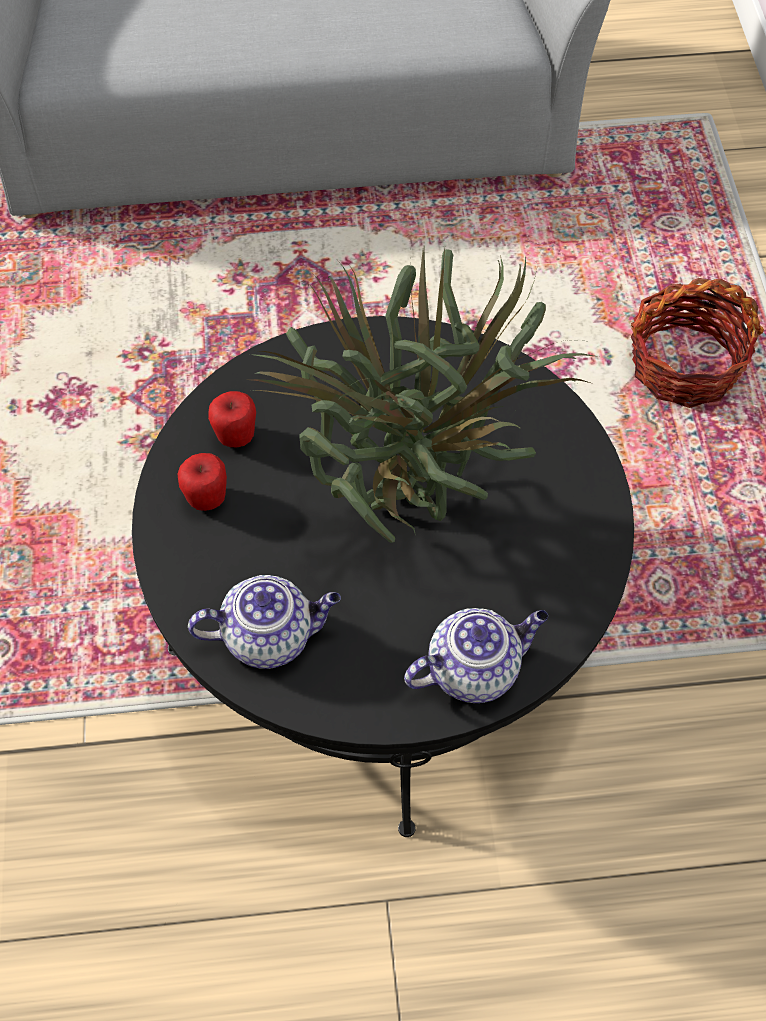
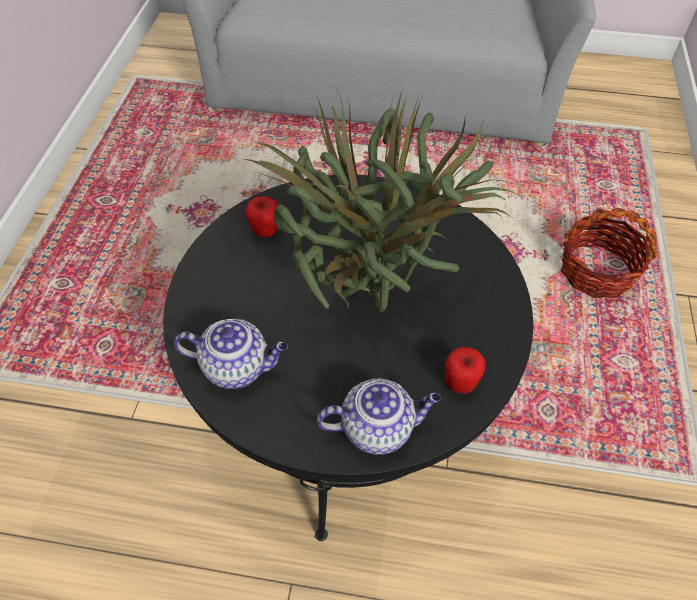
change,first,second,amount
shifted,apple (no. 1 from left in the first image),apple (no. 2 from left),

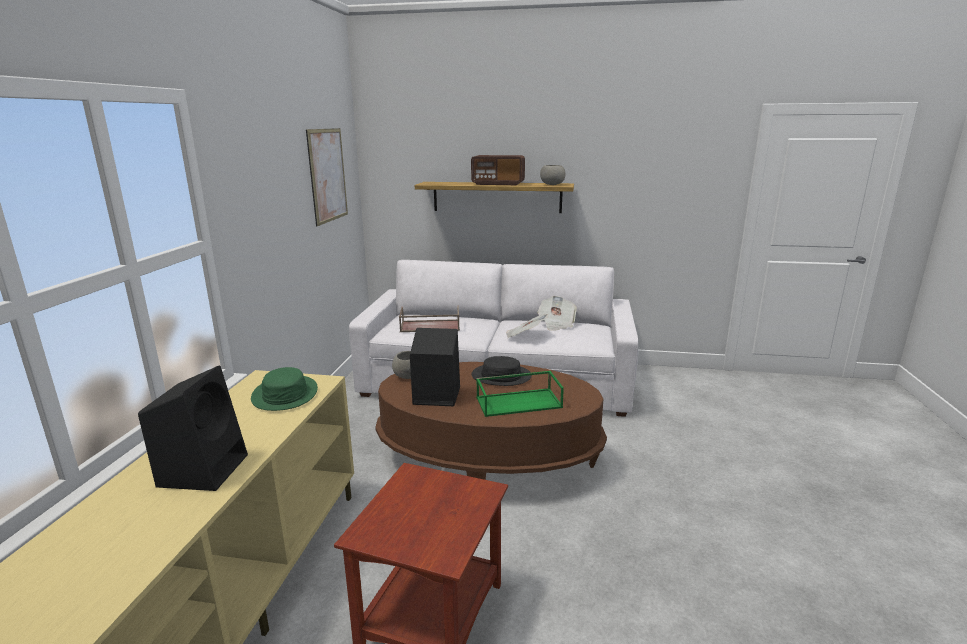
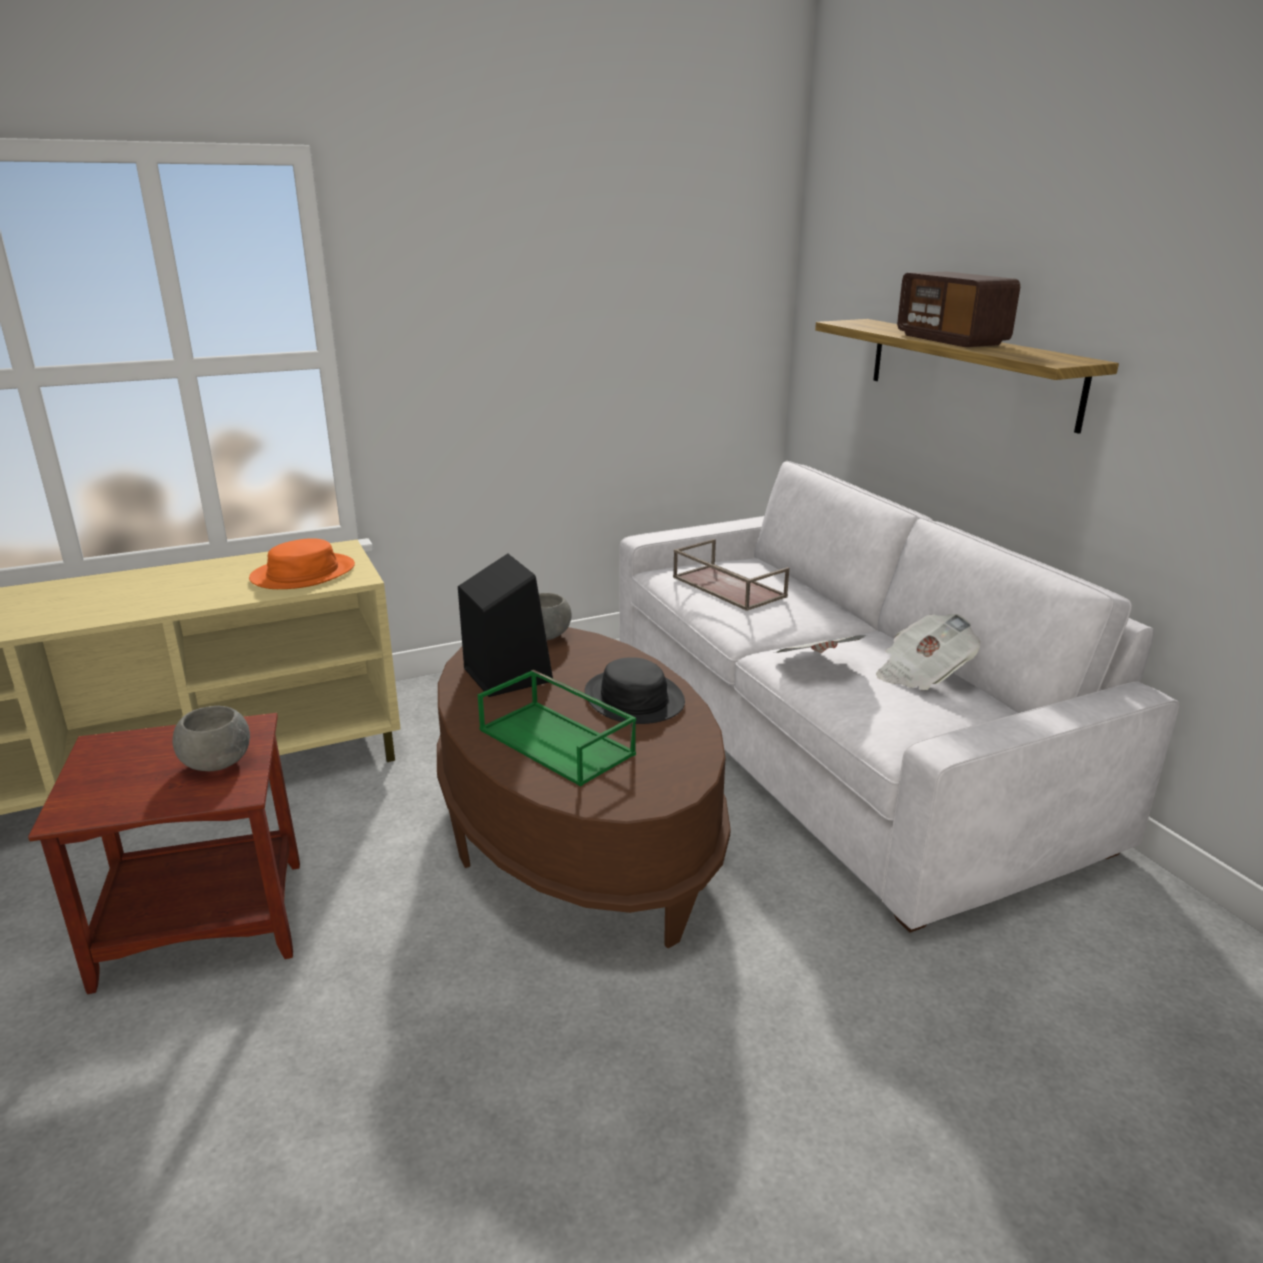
change,first,second,amount
gone,black speaker (no. 1 from left),,
gone,picture,,
shifted,grey bowl (no. 2 from left in the first image),grey bowl (no. 1 from left),
repainted,green hat,orange hat,

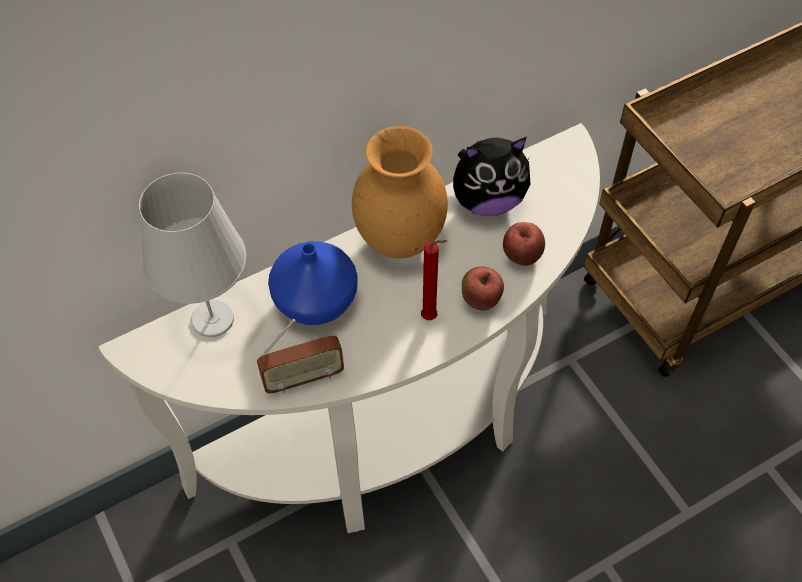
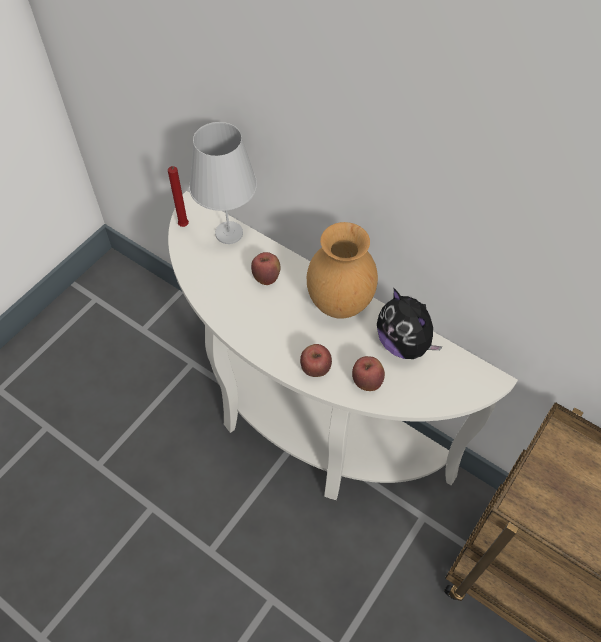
change,first,second,amount
gone,radio,,
shifted,red candle,,
swapped,blue vase,apple (no. 1 from left),

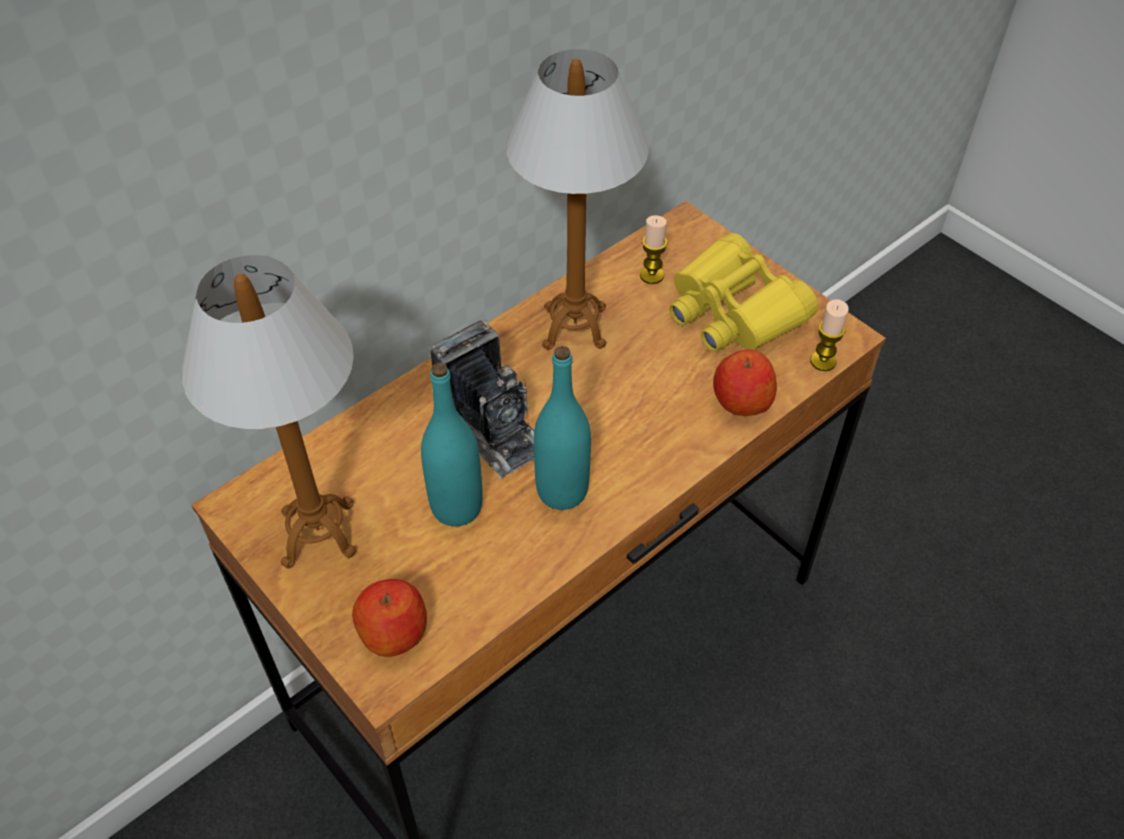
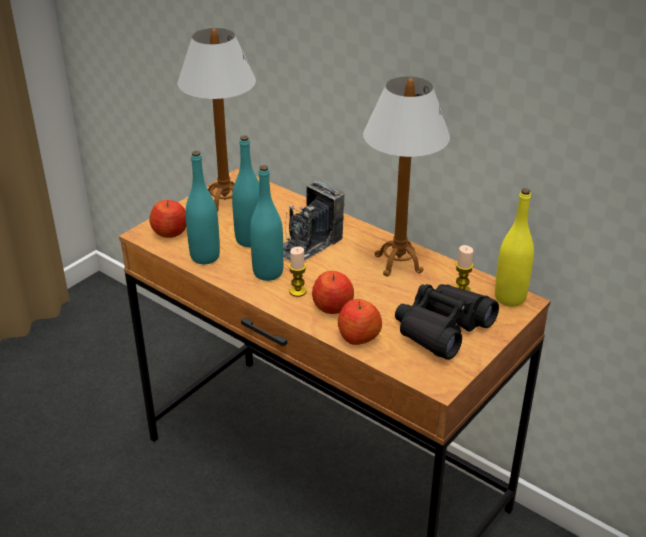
change,first,second,amount
new,,turquoise bottle (no. 1 from left),
new,,apple (no. 2 from left),
new,,yellow bottle,
shifted,candle (no. 2 from left in the first image),candle (no. 1 from left),
repainted,yellow binoculars,black binoculars,

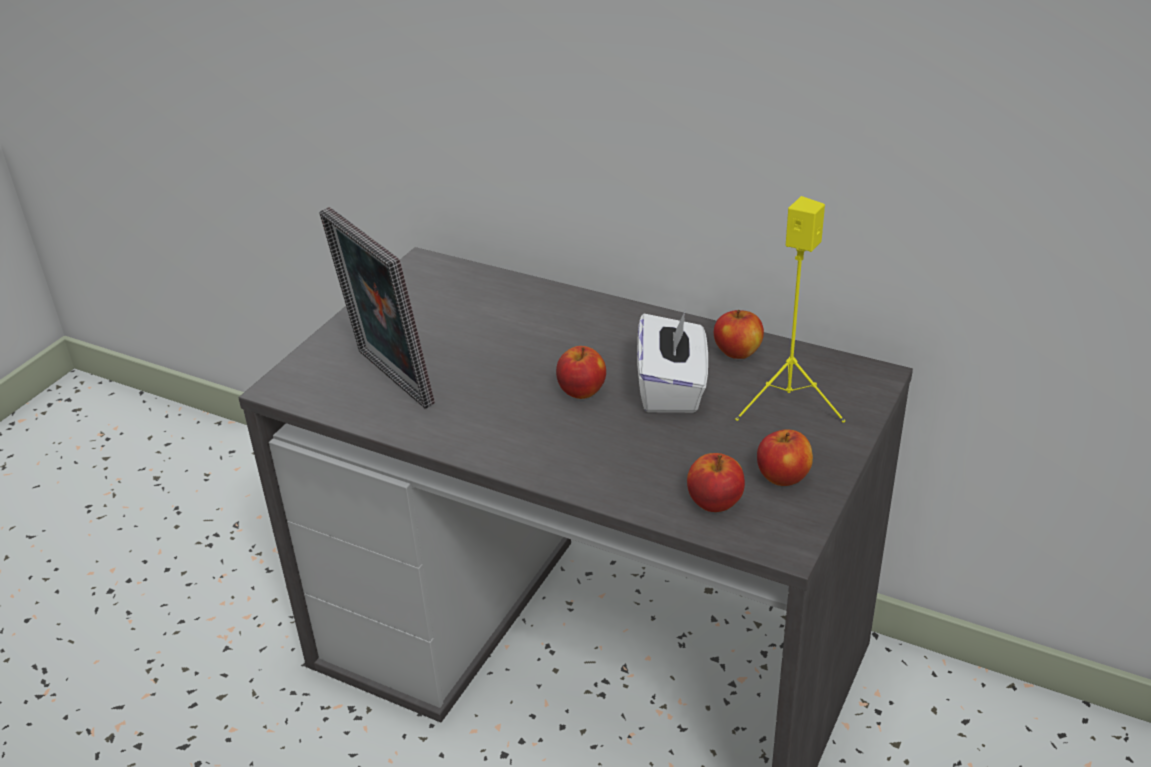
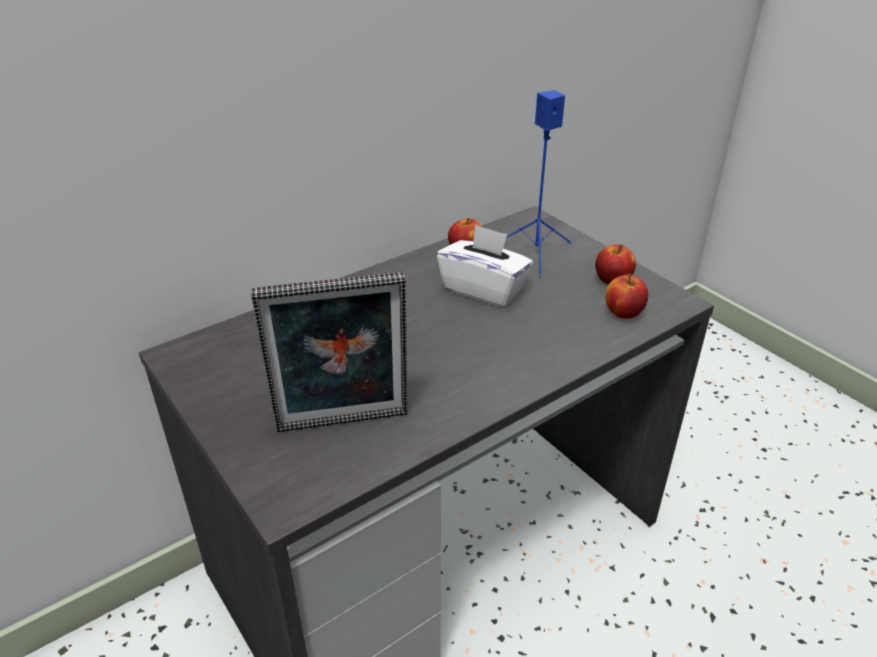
change,first,second,amount
gone,apple (no. 1 from left),,
repainted,yellow speaker,blue speaker,

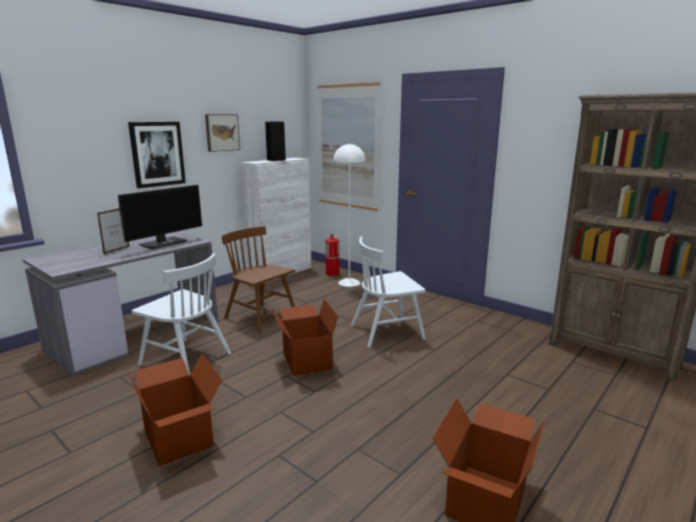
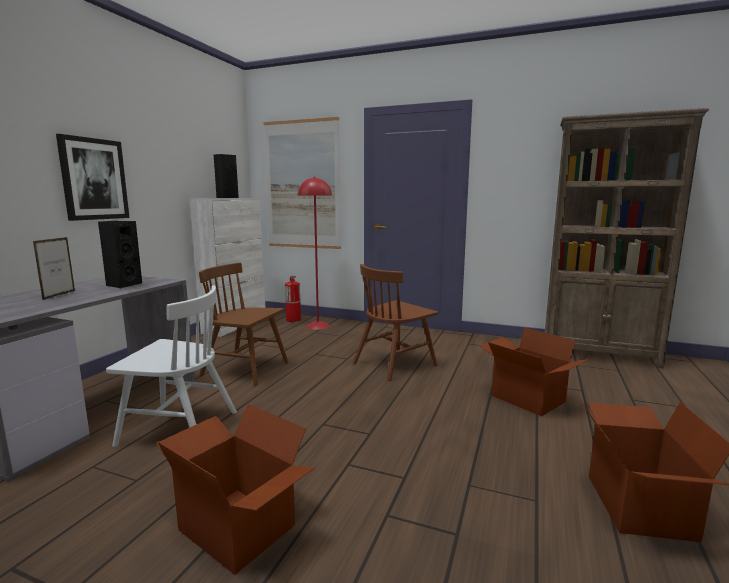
change,first,second,amount
gone,picture (no. 2 from left),,
shifted,cardboard box (no. 2 from left),,
swapped,monitor,black speaker (no. 1 from left),
repainted,white floor lamp,red floor lamp,
repainted,white chair (no. 2 from left),brown chair (no. 2 from left),

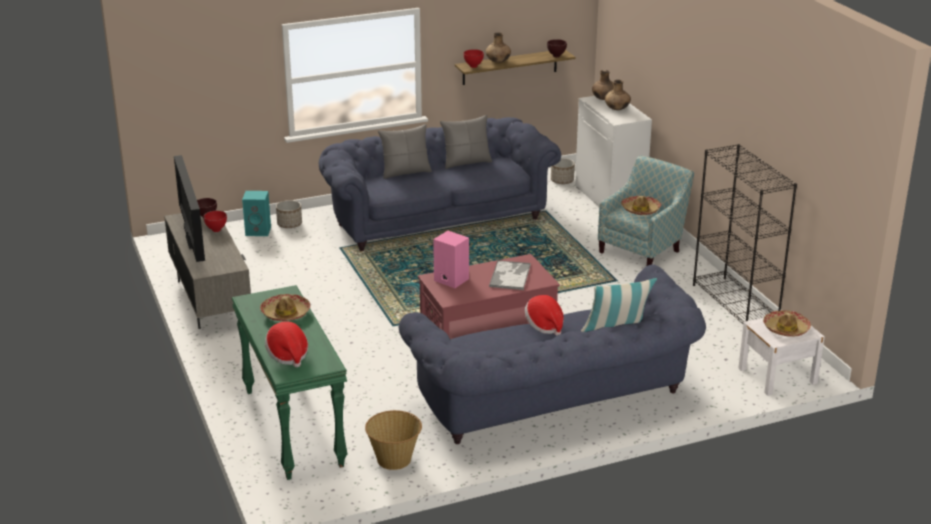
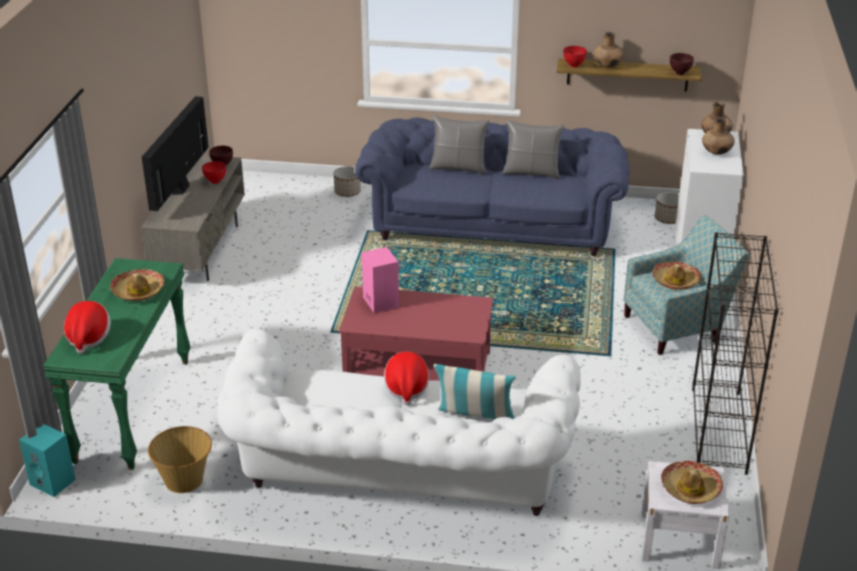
change,first,second,amount
gone,tray,,
shifted,turquoise speaker,,
repainted,blue sofa (no. 2 from left),white sofa,

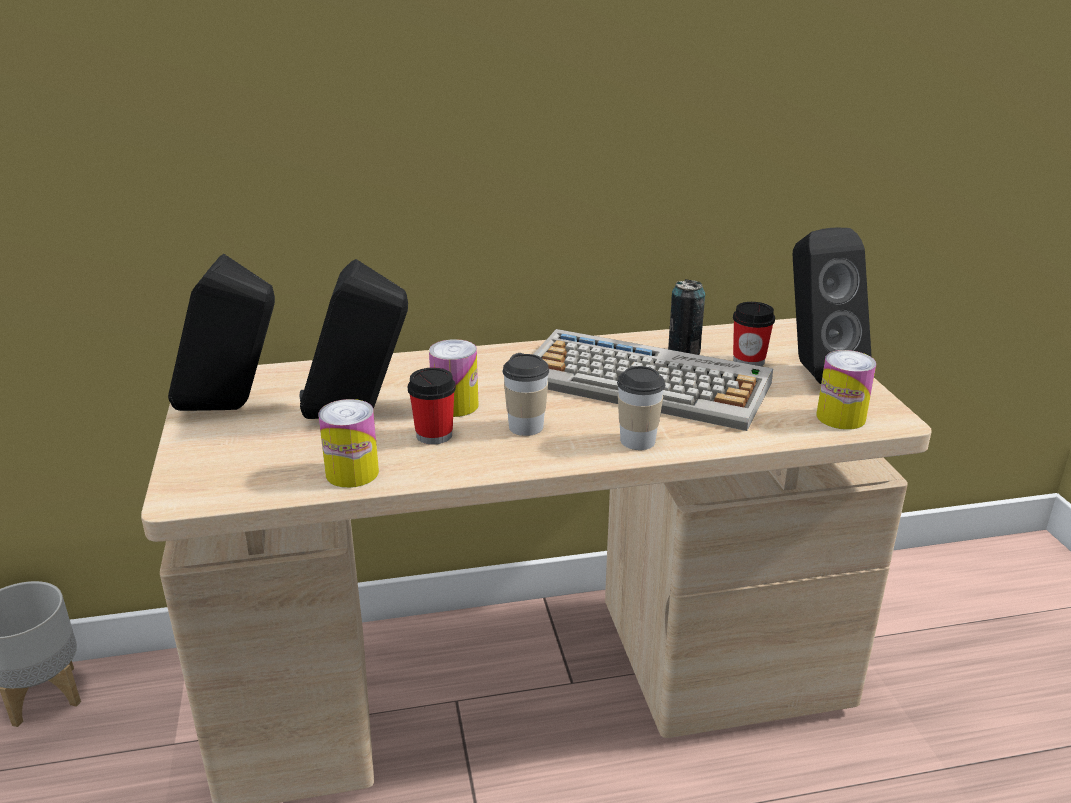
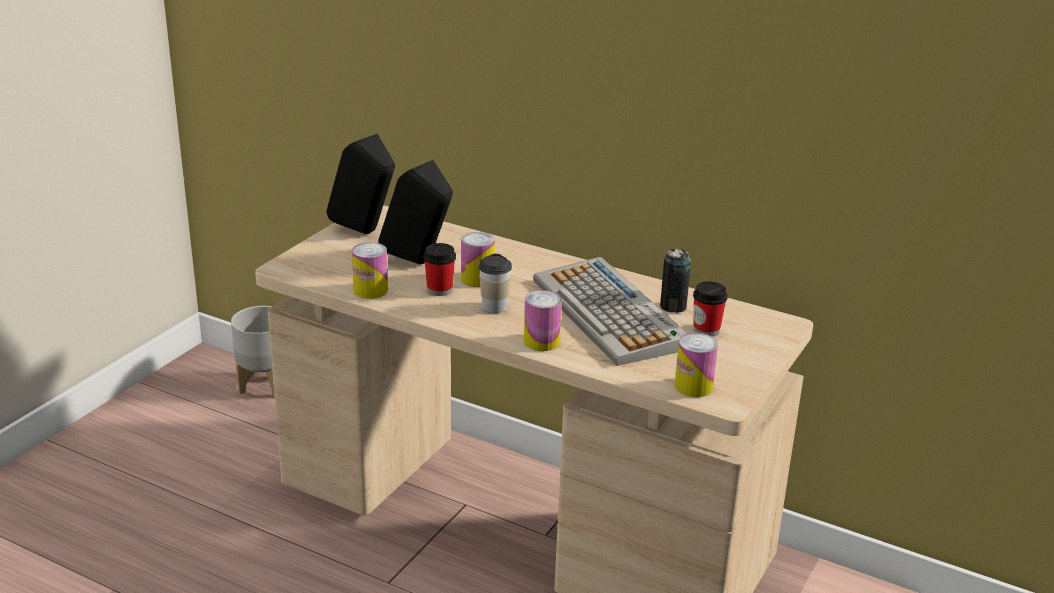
change,first,second,amount
gone,black speaker (no. 3 from left),,
swapped,cup (no. 3 from left),can (no. 3 from left),

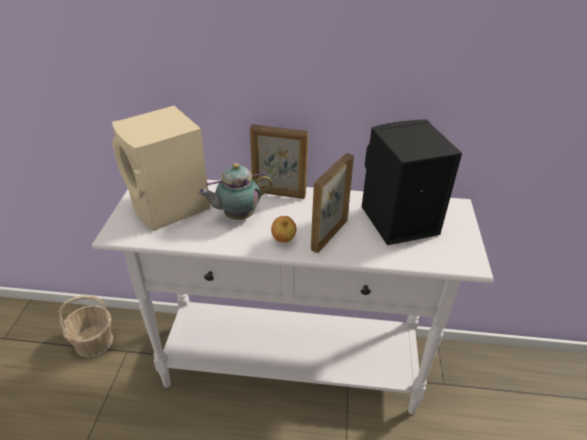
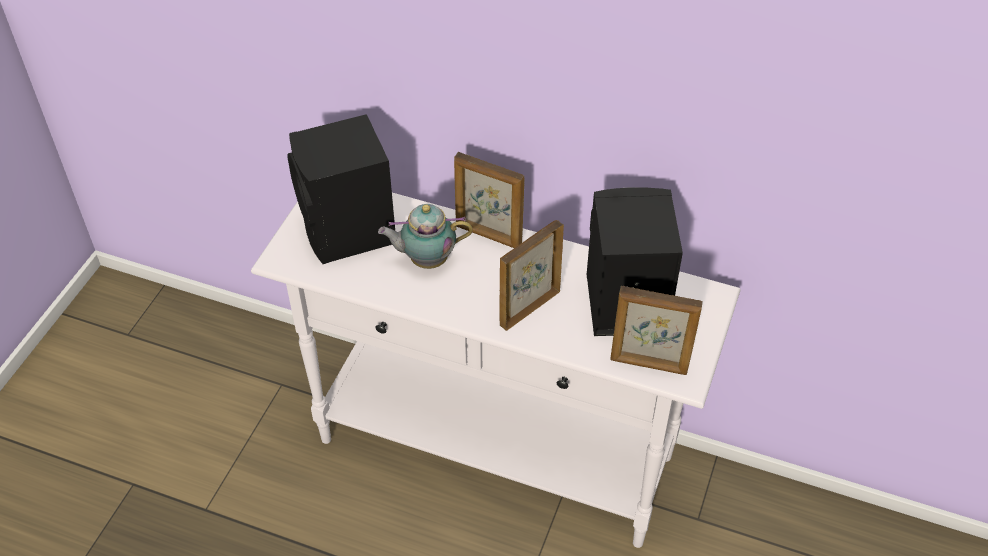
change,first,second,amount
gone,basket,,
gone,apple,,
new,,picture frame (no. 3 from left),
repainted,beige speaker,black speaker (no. 1 from left),

